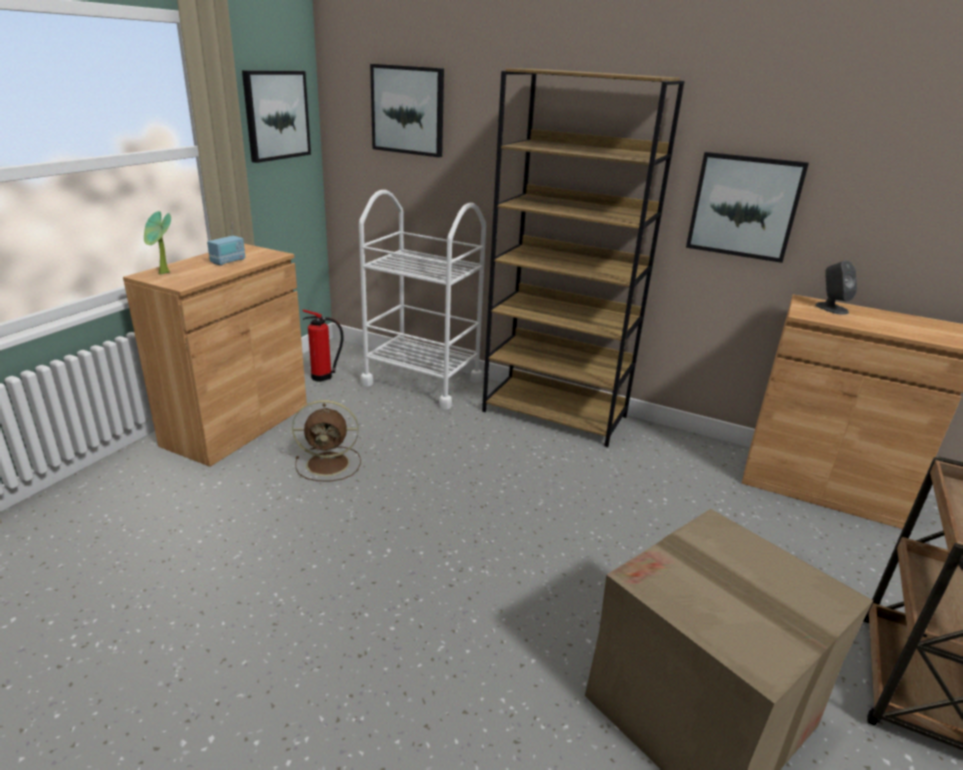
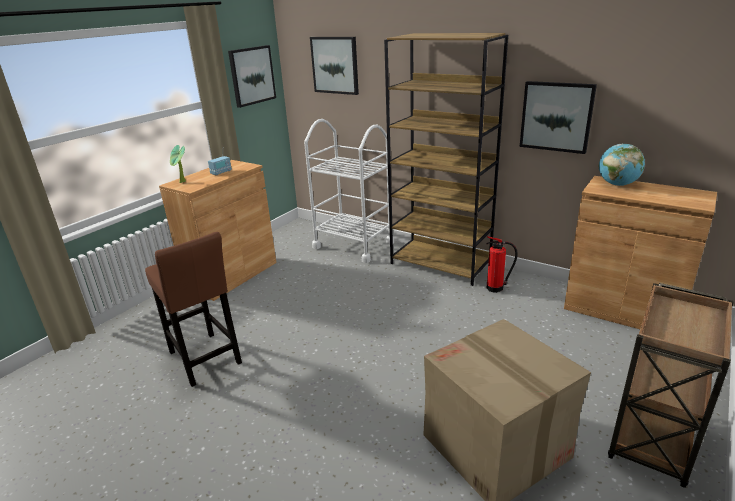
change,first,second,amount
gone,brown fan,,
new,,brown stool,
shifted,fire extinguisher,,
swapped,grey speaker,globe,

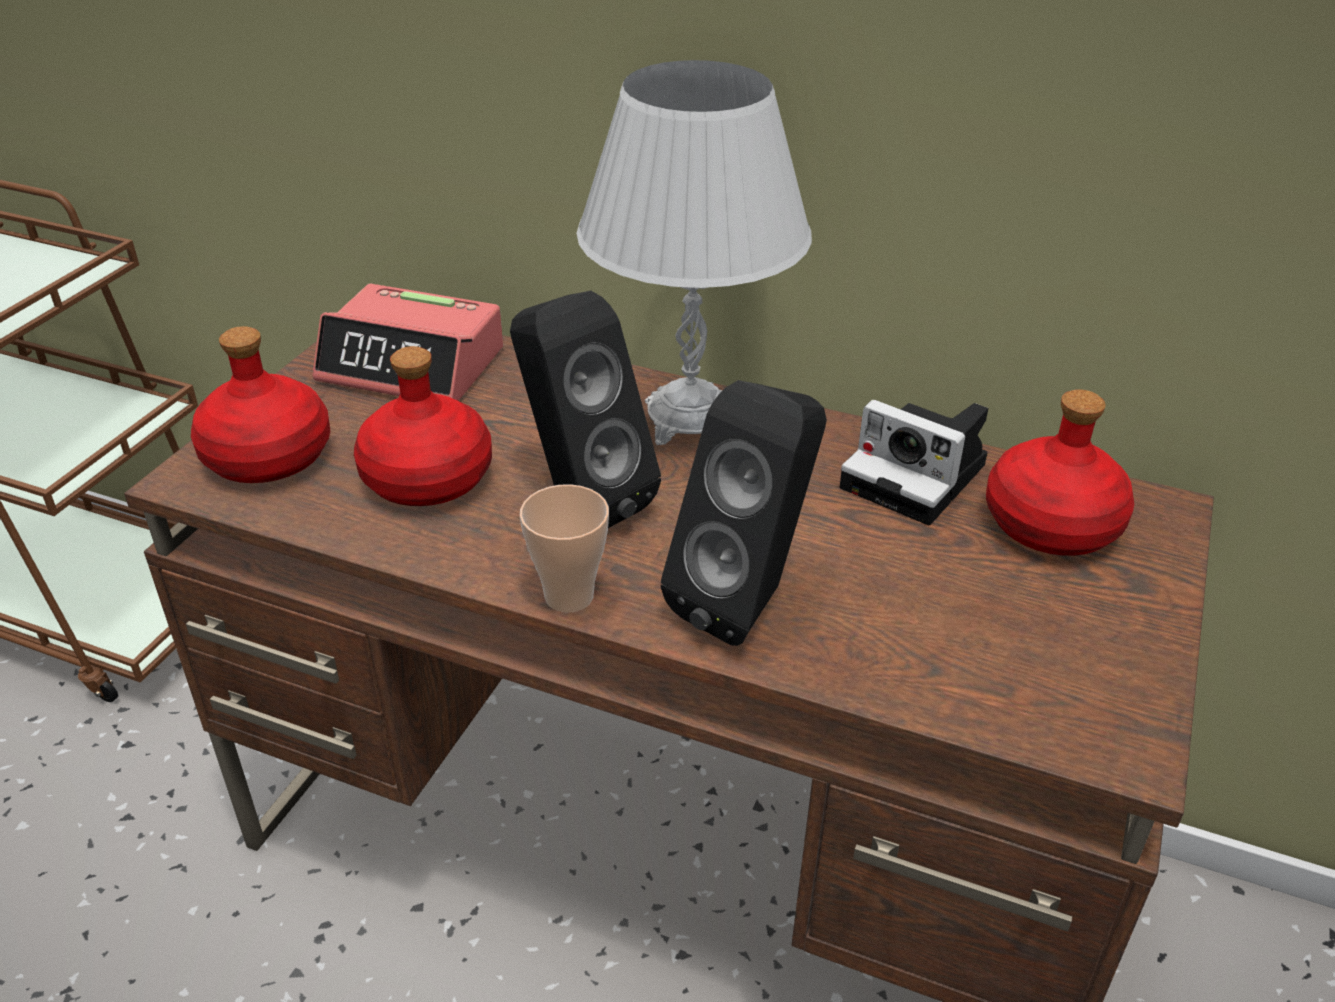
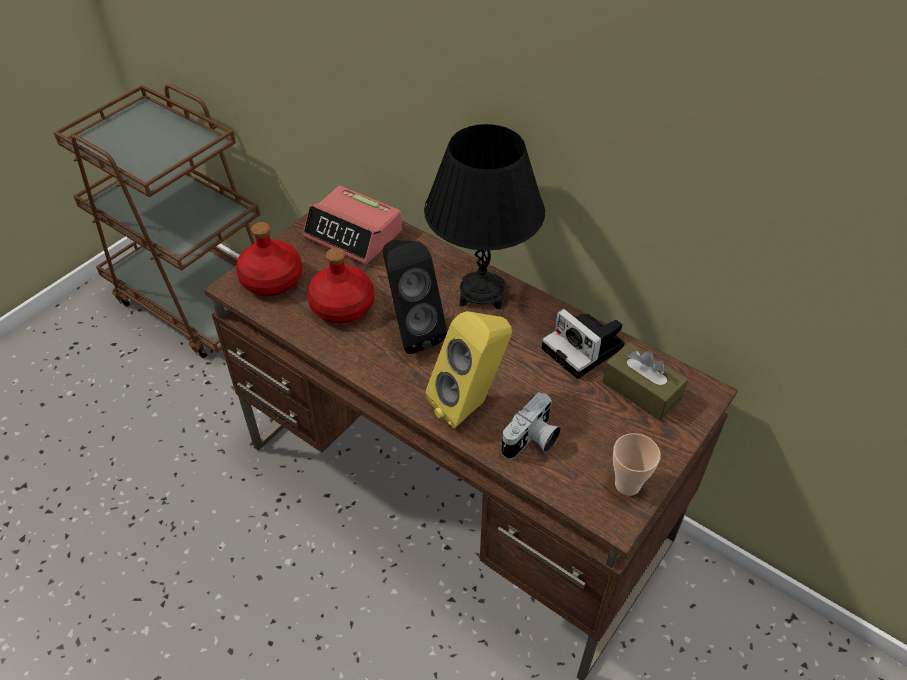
change,first,second,amount
new,,photo camera (no. 1 from left),
shifted,cup,,
swapped,red bottle (no. 3 from left),brown tissue box,
repainted,white table lamp,black table lamp,
repainted,black speaker (no. 2 from left),yellow speaker,

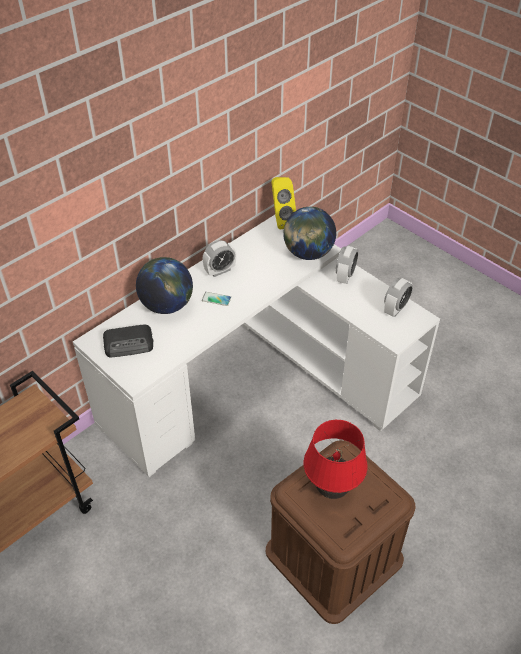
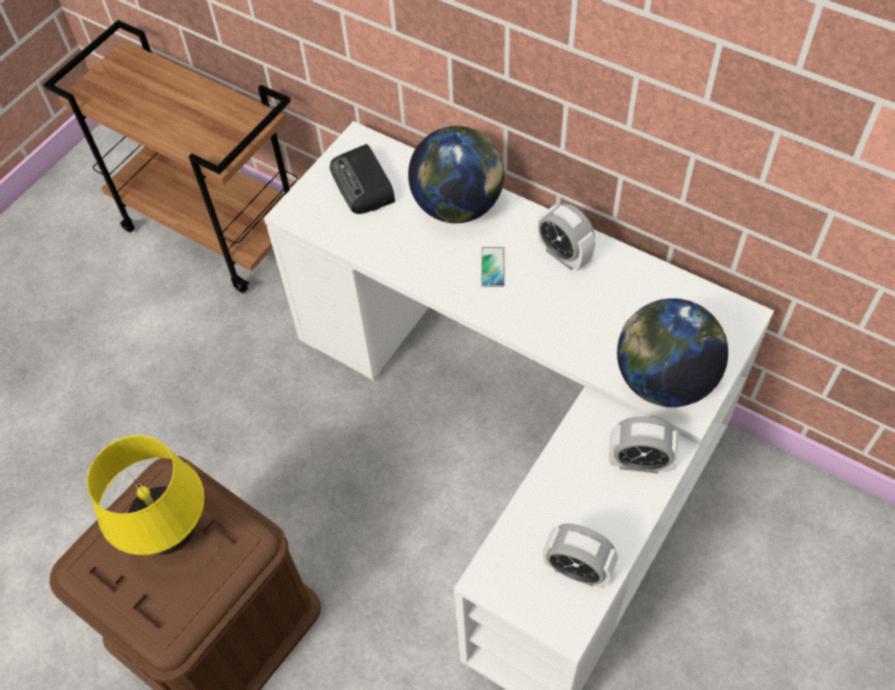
change,first,second,amount
gone,yellow speaker,,
repainted,red table lamp,yellow table lamp,

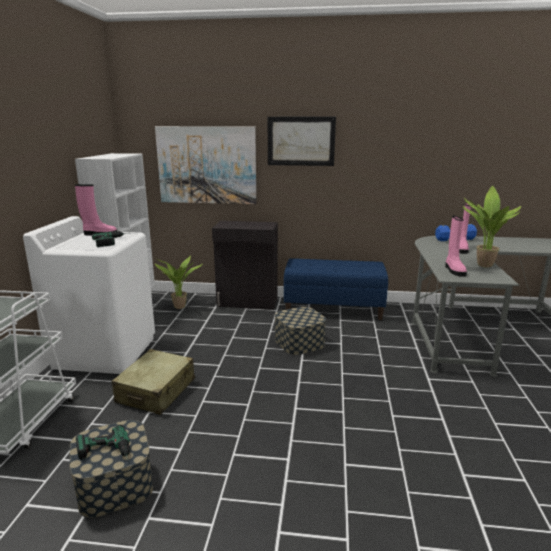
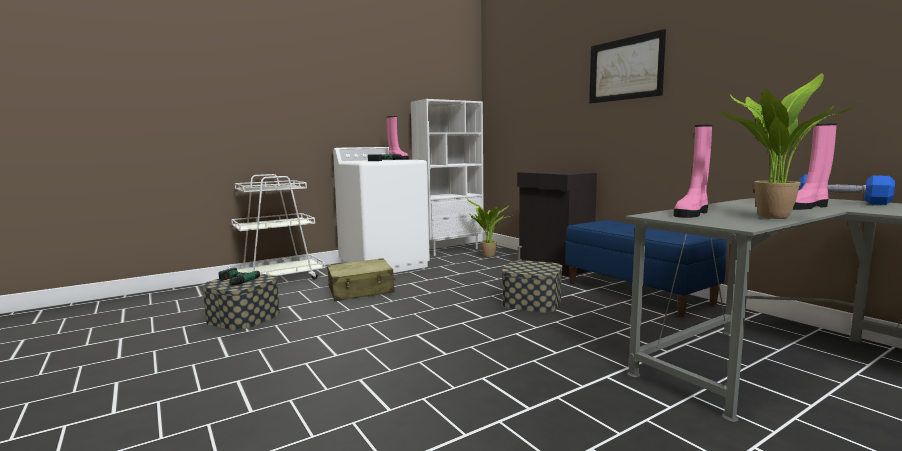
change,first,second,amount
gone,picture (no. 1 from left),,

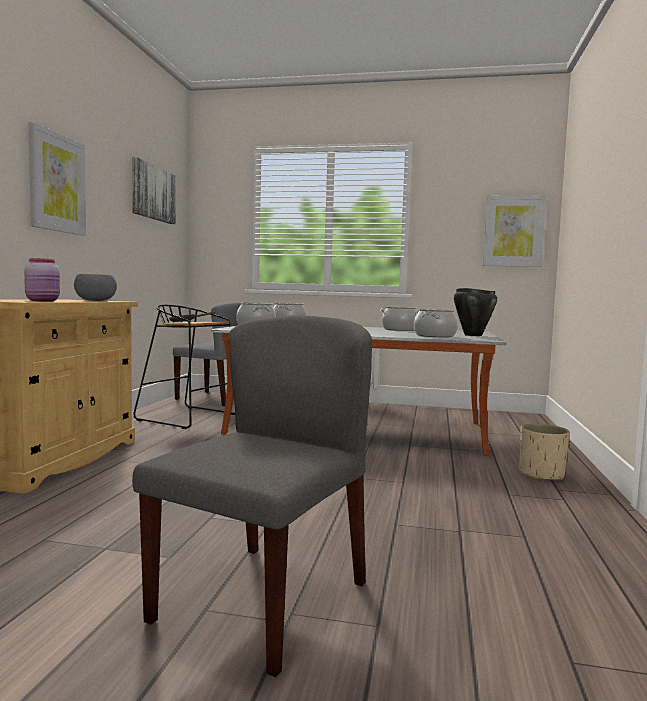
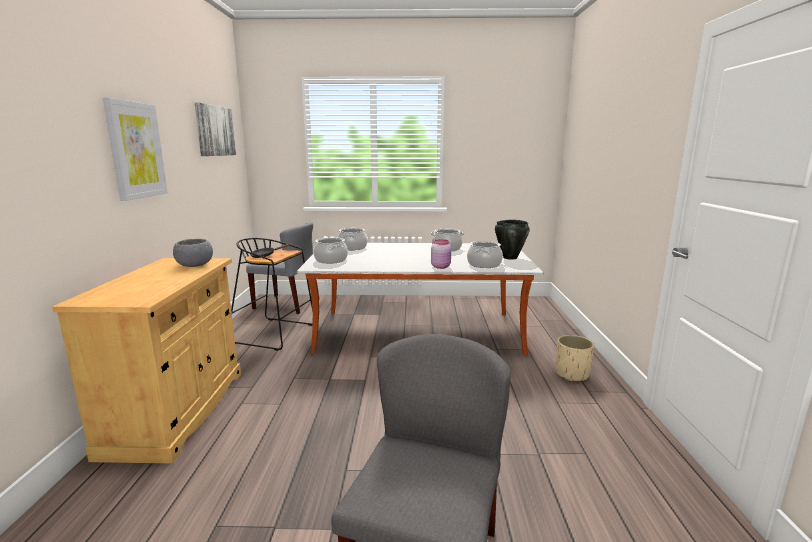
change,first,second,amount
gone,picture (no. 3 from left),,
shifted,pink jar,,

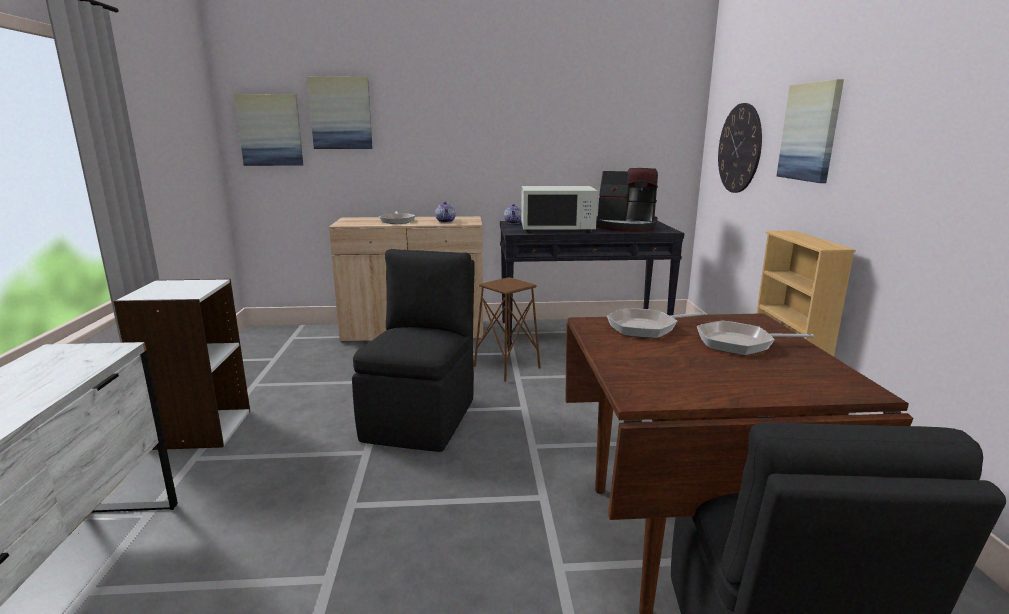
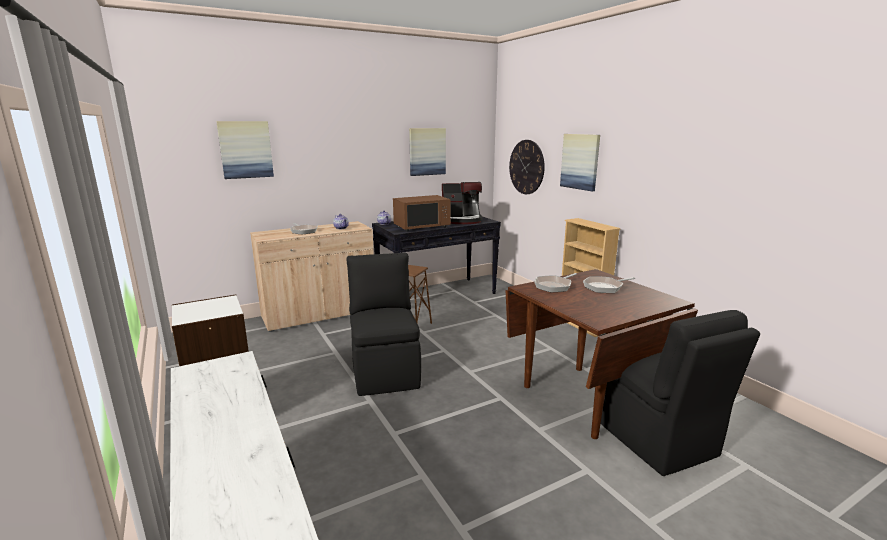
change,first,second,amount
shifted,picture (no. 1 from left in the first image),picture (no. 2 from left),
repainted,white microwave,brown microwave,

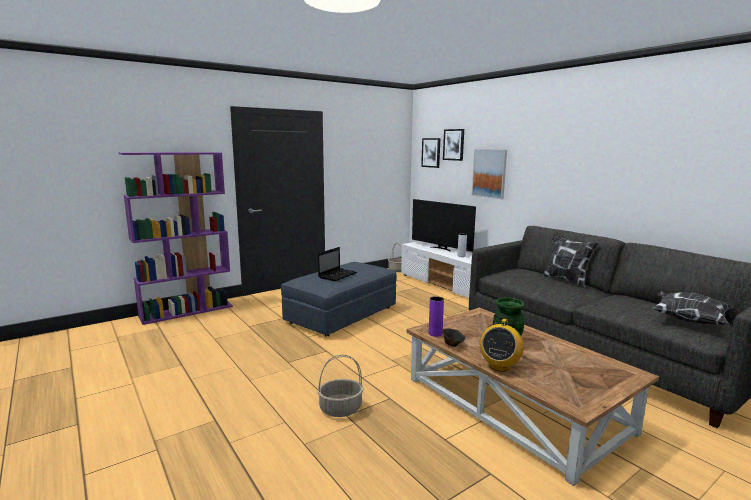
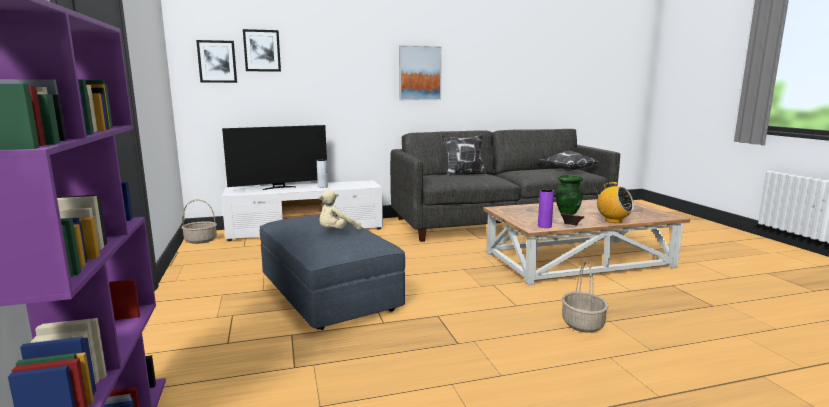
change,first,second,amount
shifted,picture (no. 3 from left),,
swapped,laptop,beige plush toy,

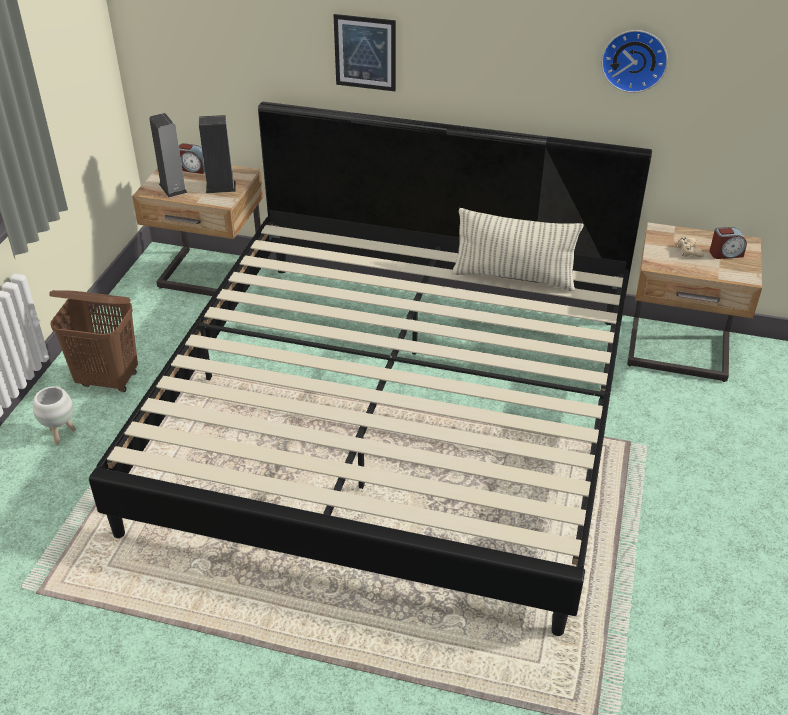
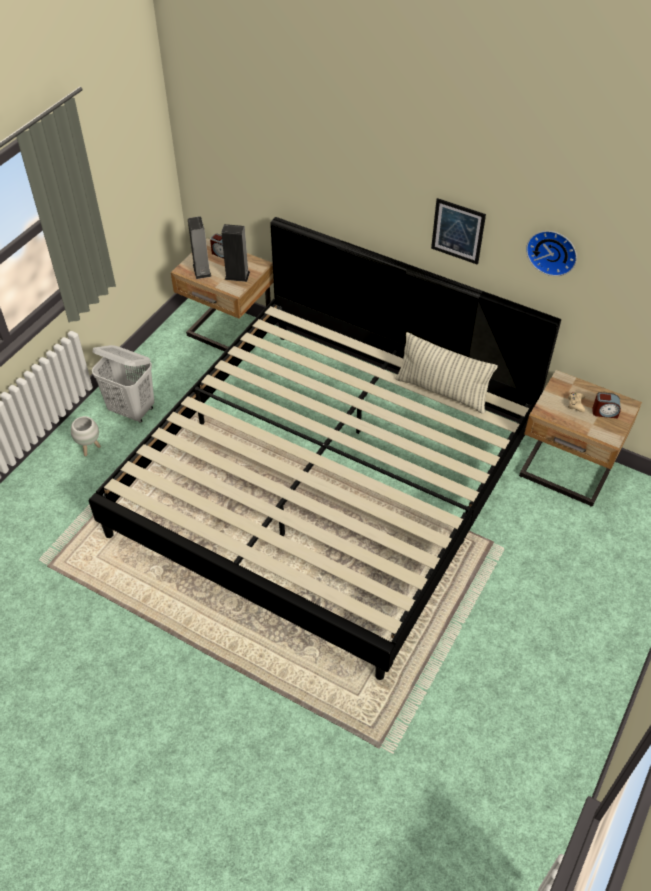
change,first,second,amount
shifted,picture,,
repainted,brown laundry basket,white laundry basket,

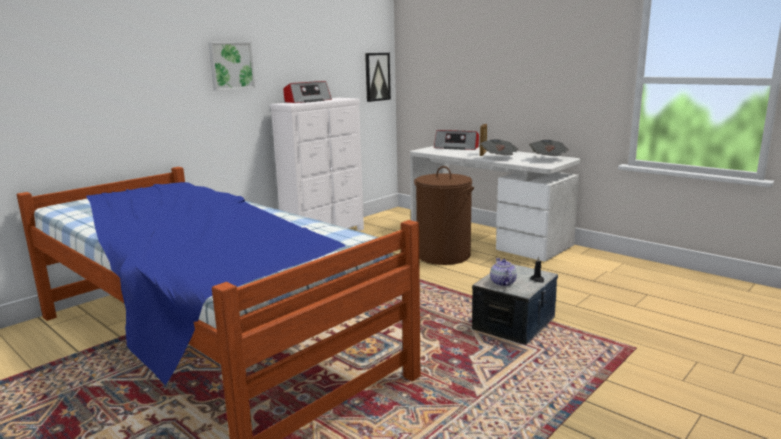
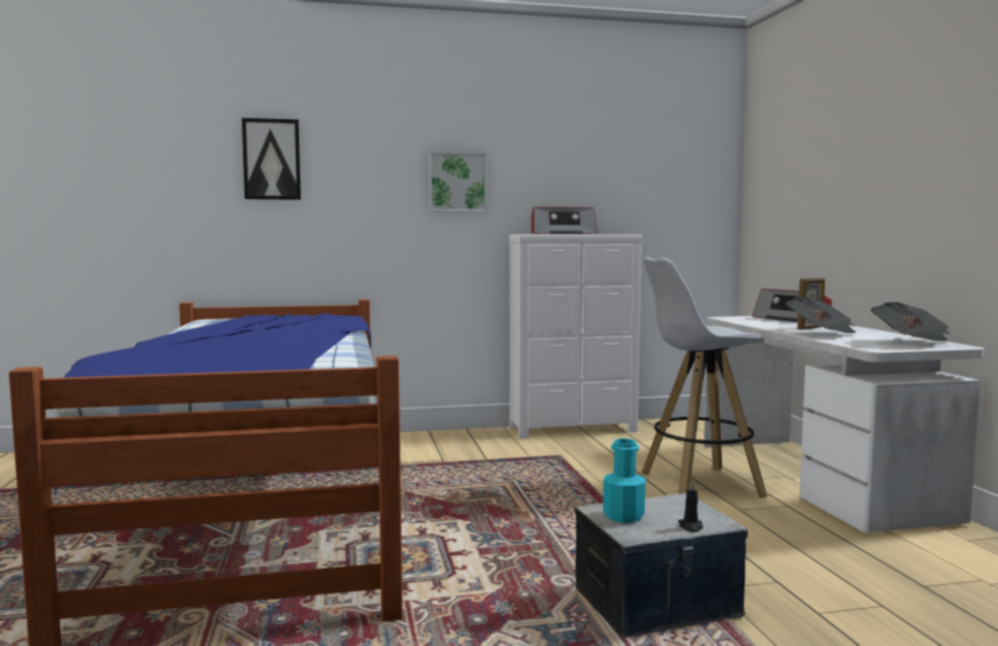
change,first,second,amount
shifted,picture (no. 2 from left in the first image),picture (no. 1 from left),
swapped,brown laundry basket,white stool,
swapped,teapot,turquoise bottle,

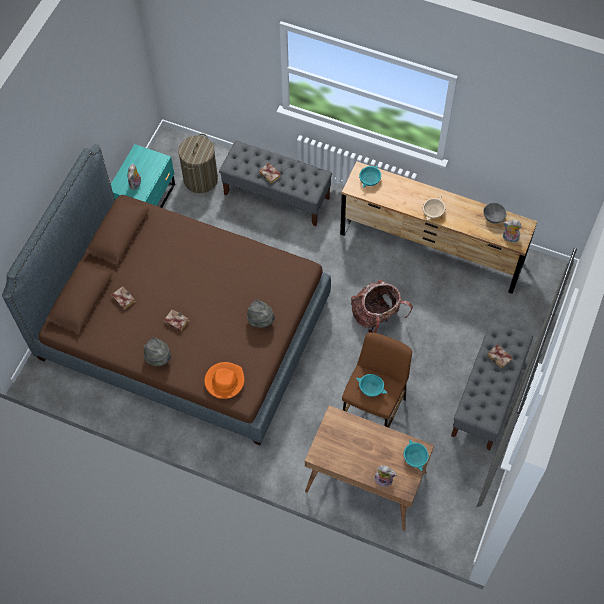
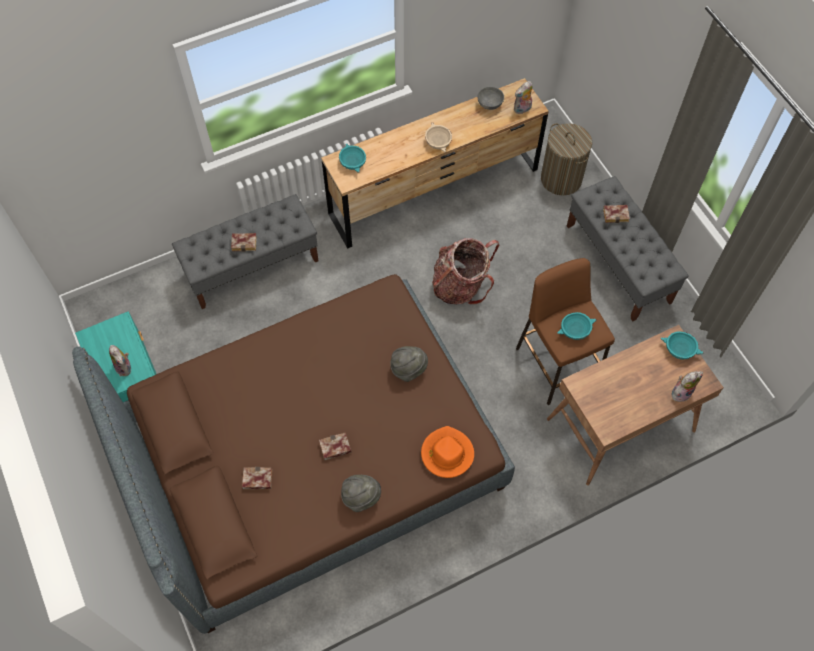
change,first,second,amount
shifted,laundry basket,,

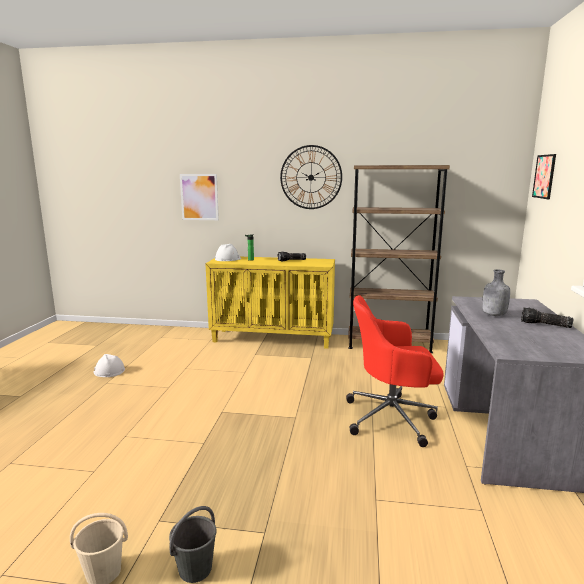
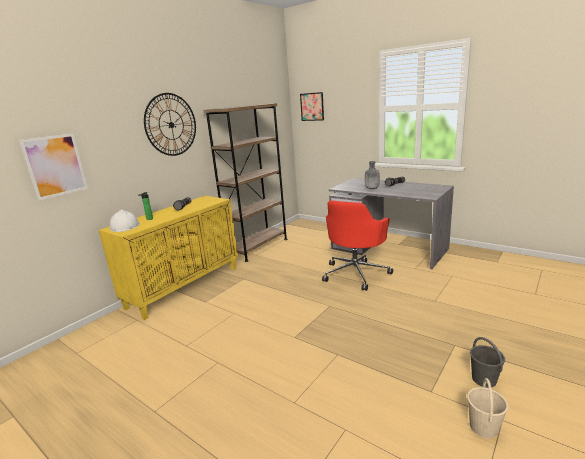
change,first,second,amount
gone,white hard hat (no. 1 from left),,

